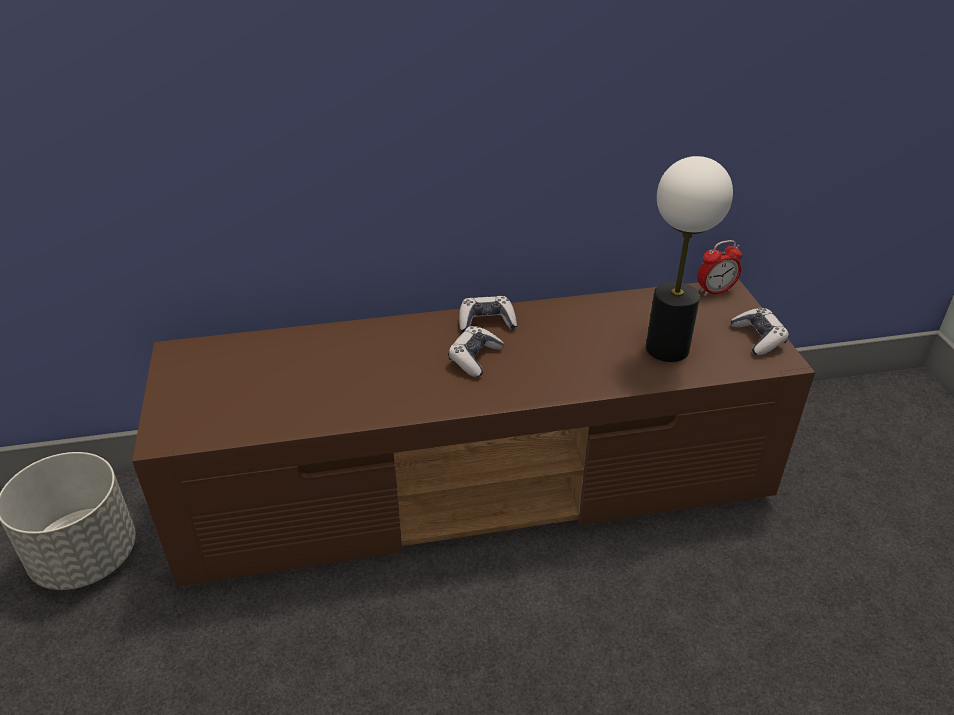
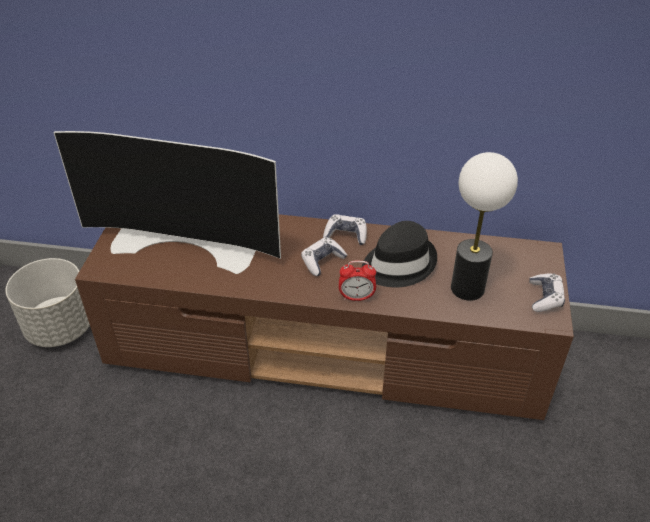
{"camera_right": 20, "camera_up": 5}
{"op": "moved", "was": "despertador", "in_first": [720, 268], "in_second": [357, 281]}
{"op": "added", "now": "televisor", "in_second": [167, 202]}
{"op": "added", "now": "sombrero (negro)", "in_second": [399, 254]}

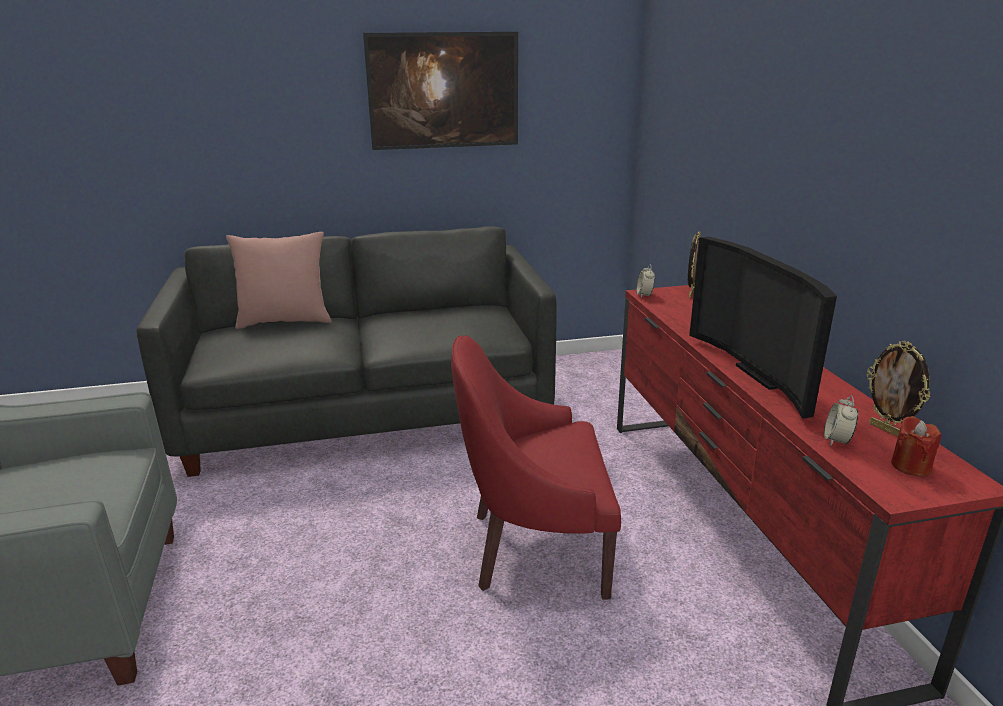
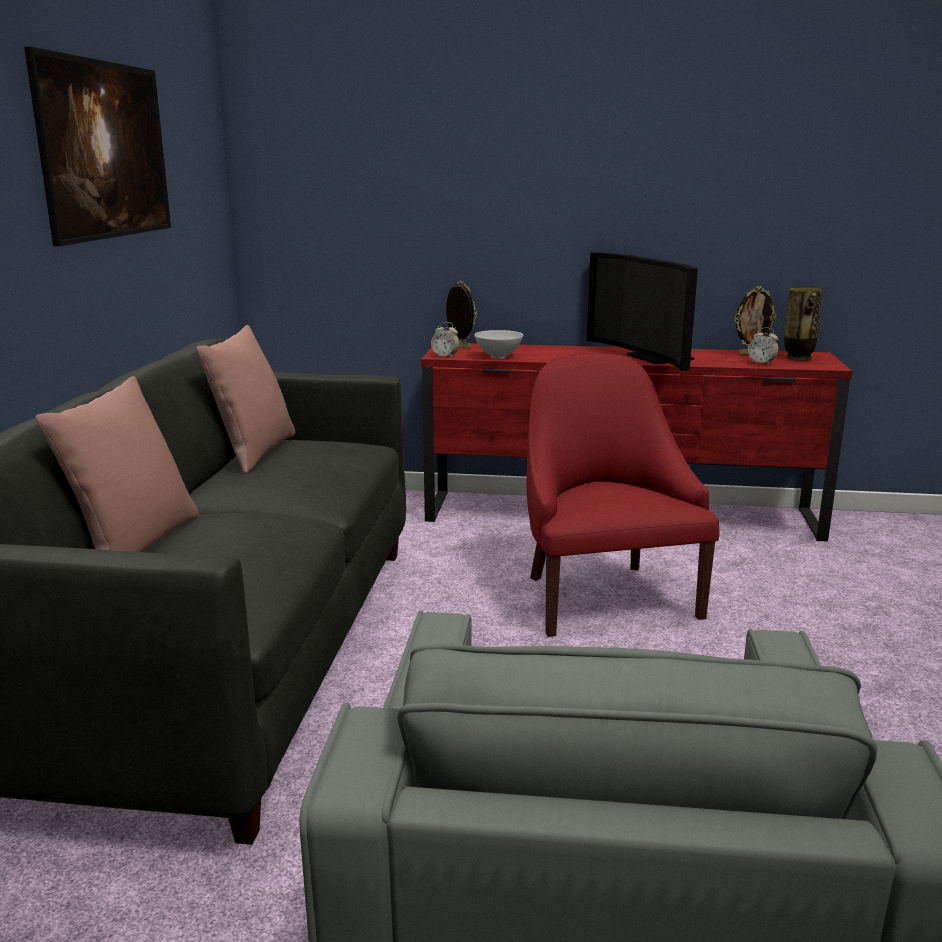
{"camera_right": -70, "camera_up": -5}
{"op": "turned", "was": "televisor", "in_first": [763, 328], "in_second": [642, 311], "clockwise": 60}
{"op": "turned", "was": "sillón (rojo)", "in_first": [536, 467], "in_second": [623, 495], "clockwise": 150}
{"op": "replaced", "was": "vela (rojo)", "now": "florero", "in_first": [916, 446], "in_second": [803, 324]}
{"op": "added", "now": "cojín (rosa)", "in_second": [246, 399]}
{"op": "added", "now": "cuenco (blanco)", "in_second": [499, 344]}

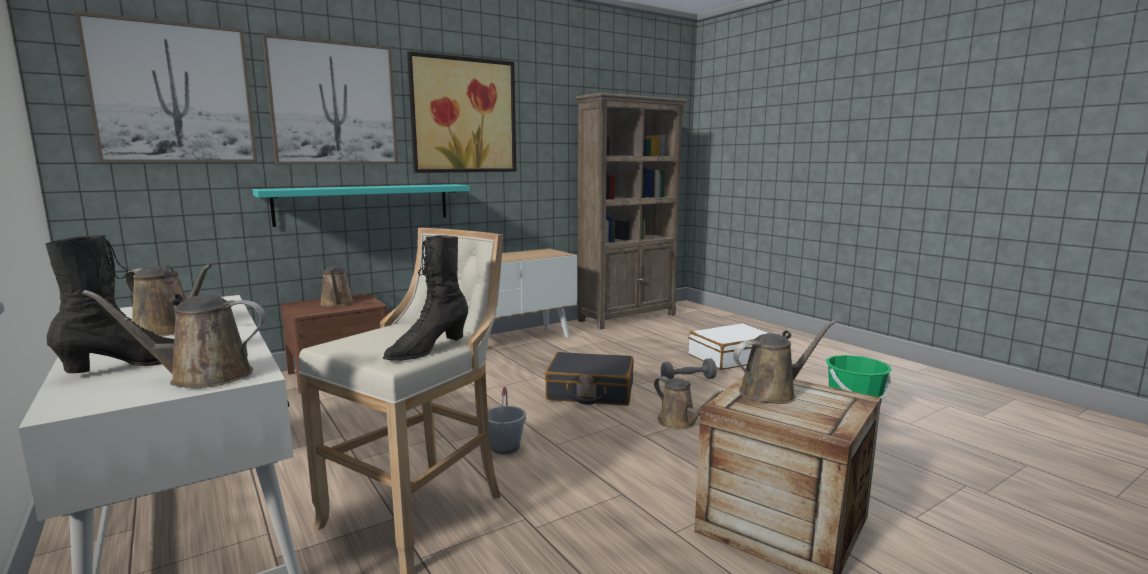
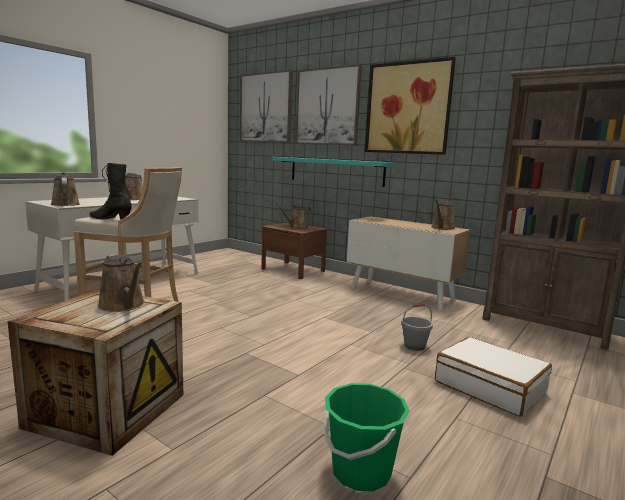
{"camera_right": 70, "camera_up": 0}
{"op": "removed", "was": "bota (negro)", "in_first": [109, 304]}
{"op": "removed", "was": "maleta (negro)", "in_first": [589, 379]}
{"op": "removed", "was": "mancuerna (gris)", "in_first": [689, 368]}
{"op": "moved", "was": "regadera (marrón)", "in_first": [688, 402], "in_second": [443, 215]}
{"op": "moved", "was": "cubo (gris)", "in_first": [507, 420], "in_second": [417, 327]}

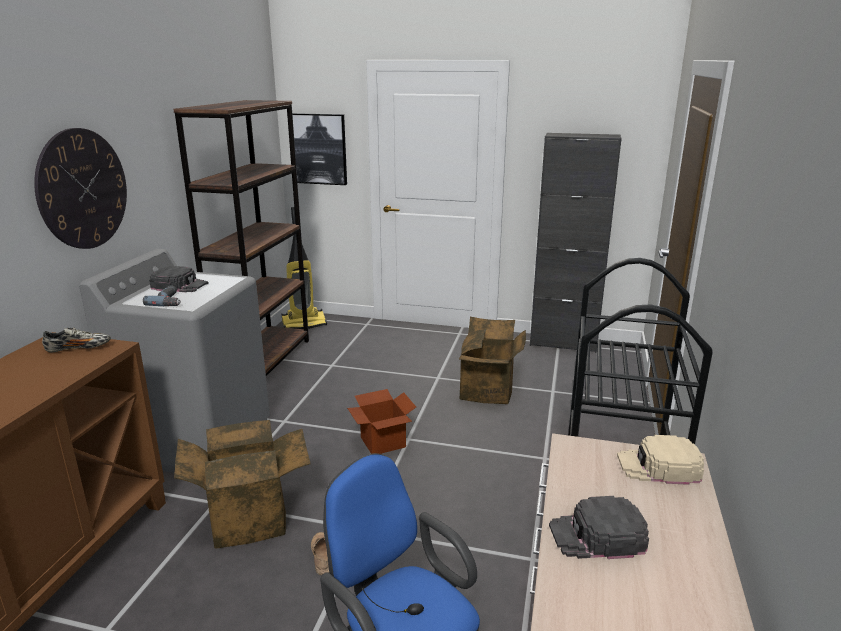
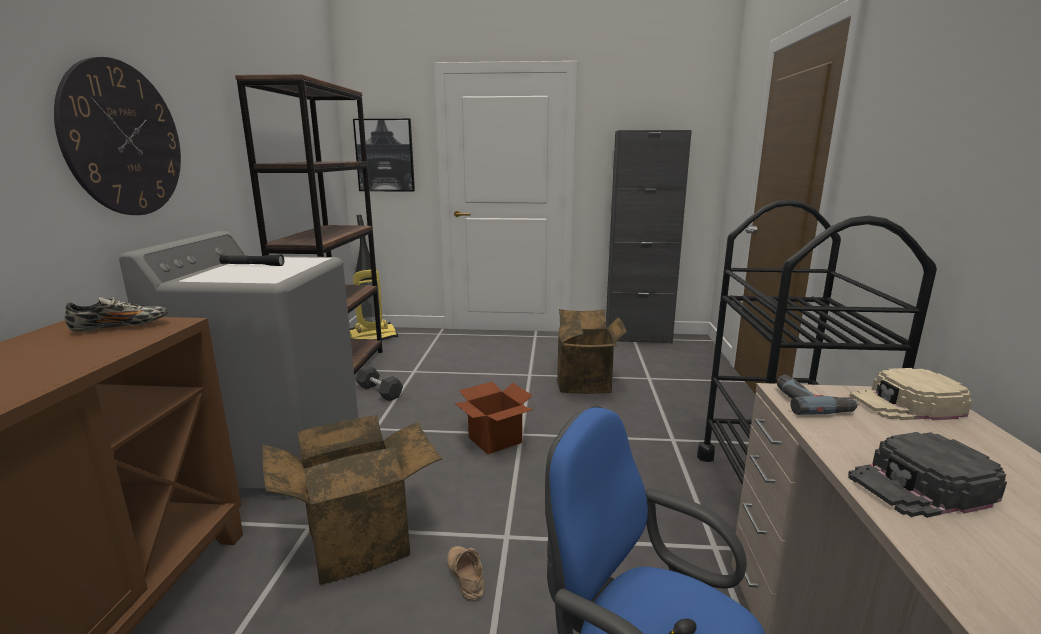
{"camera_right": -10, "camera_up": -5}
{"op": "replaced", "was": "gorra (negro)", "now": "linterna (negro)", "in_first": [178, 279], "in_second": [251, 260]}
{"op": "moved", "was": "taladro", "in_first": [162, 295], "in_second": [817, 395]}
{"op": "added", "now": "mancuerna (gris)", "in_second": [379, 383]}

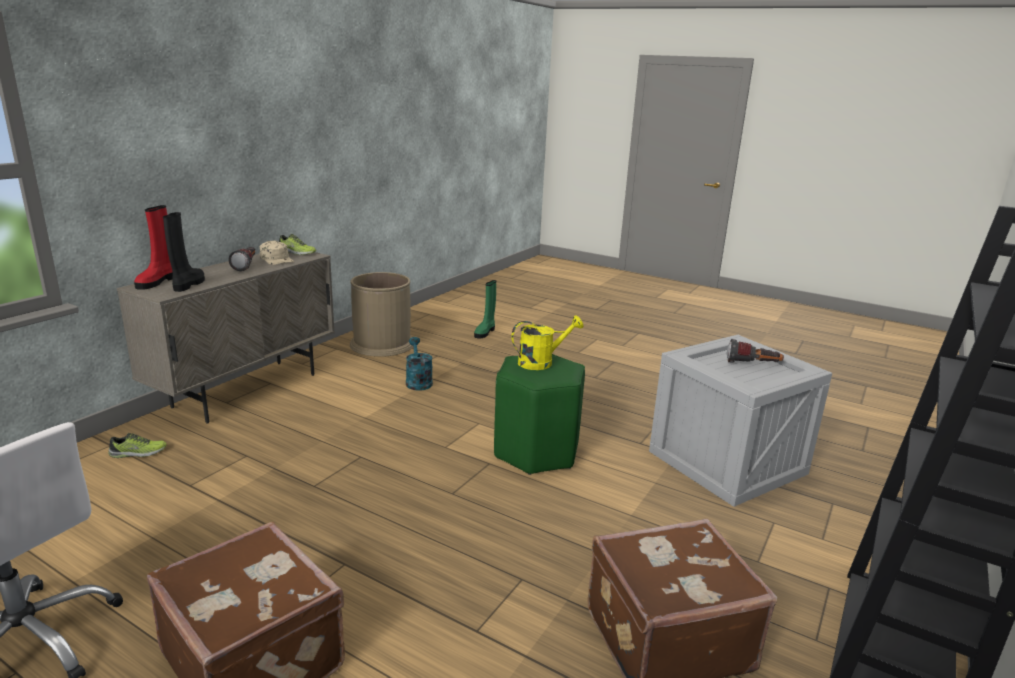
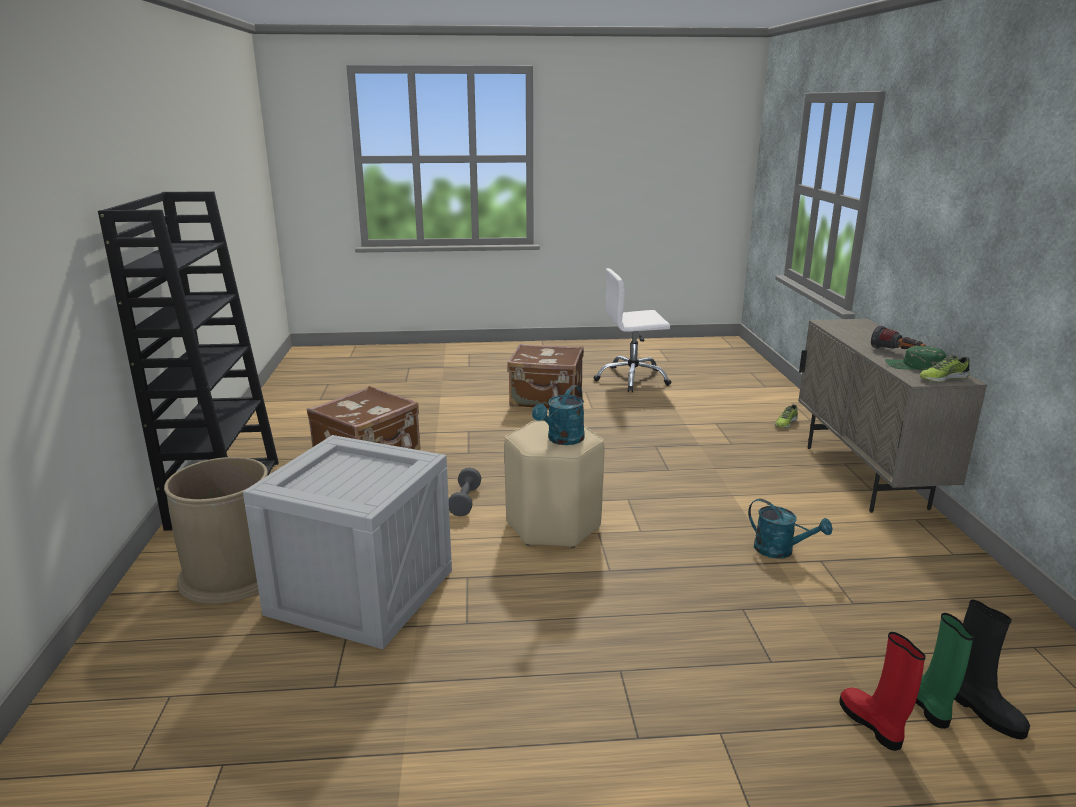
{"camera_right": 145, "camera_up": 0}
{"op": "moved", "was": "bota (rojo)", "in_first": [153, 247], "in_second": [882, 691]}
{"op": "moved", "was": "bota (negro)", "in_first": [184, 252], "in_second": [992, 670]}
{"op": "recoloured", "was": "gorra (beis)", "now": "gorra (verde)", "in_first": [277, 253], "in_second": [916, 358]}
{"op": "moved", "was": "papelera (marrón)", "in_first": [381, 314], "in_second": [216, 530]}
{"op": "recoloured", "was": "regadera (amarillo)", "now": "regadera (turquesa)", "in_first": [547, 342], "in_second": [558, 415]}
{"op": "removed", "was": "linterna", "in_first": [755, 351]}
{"op": "recoloured", "was": "taburete (verde)", "now": "taburete (beis)", "in_first": [539, 414], "in_second": [554, 484]}
{"op": "added", "now": "mancuerna (gris)", "in_second": [465, 492]}

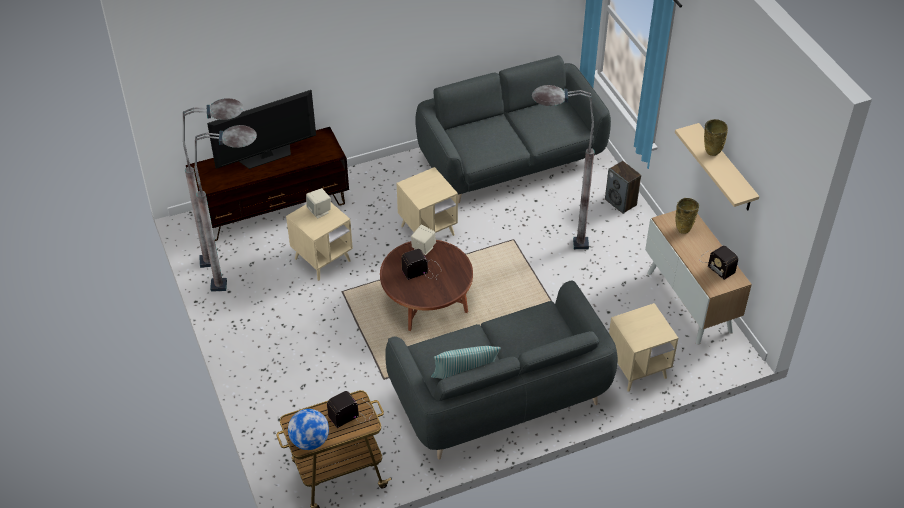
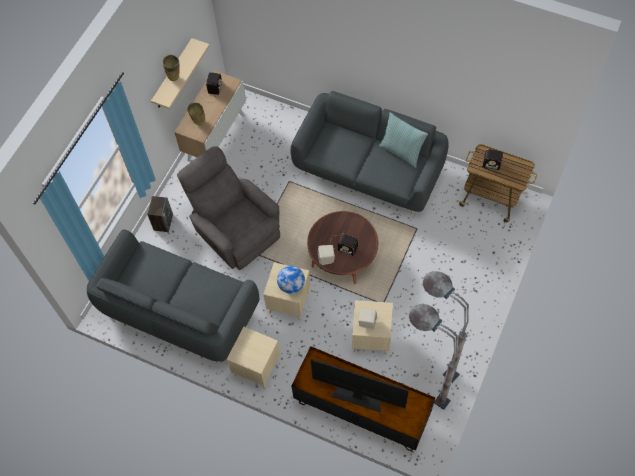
{"camera_right": -130, "camera_up": 15}
{"op": "replaced", "was": "lámpara de pie (gris)", "now": "sillón (gris)", "in_first": [563, 167], "in_second": [228, 208]}
{"op": "moved", "was": "mesa auxiliar (beis)", "in_first": [643, 347], "in_second": [253, 358]}
{"op": "moved", "was": "globo terráqueo", "in_first": [308, 429], "in_second": [291, 280]}

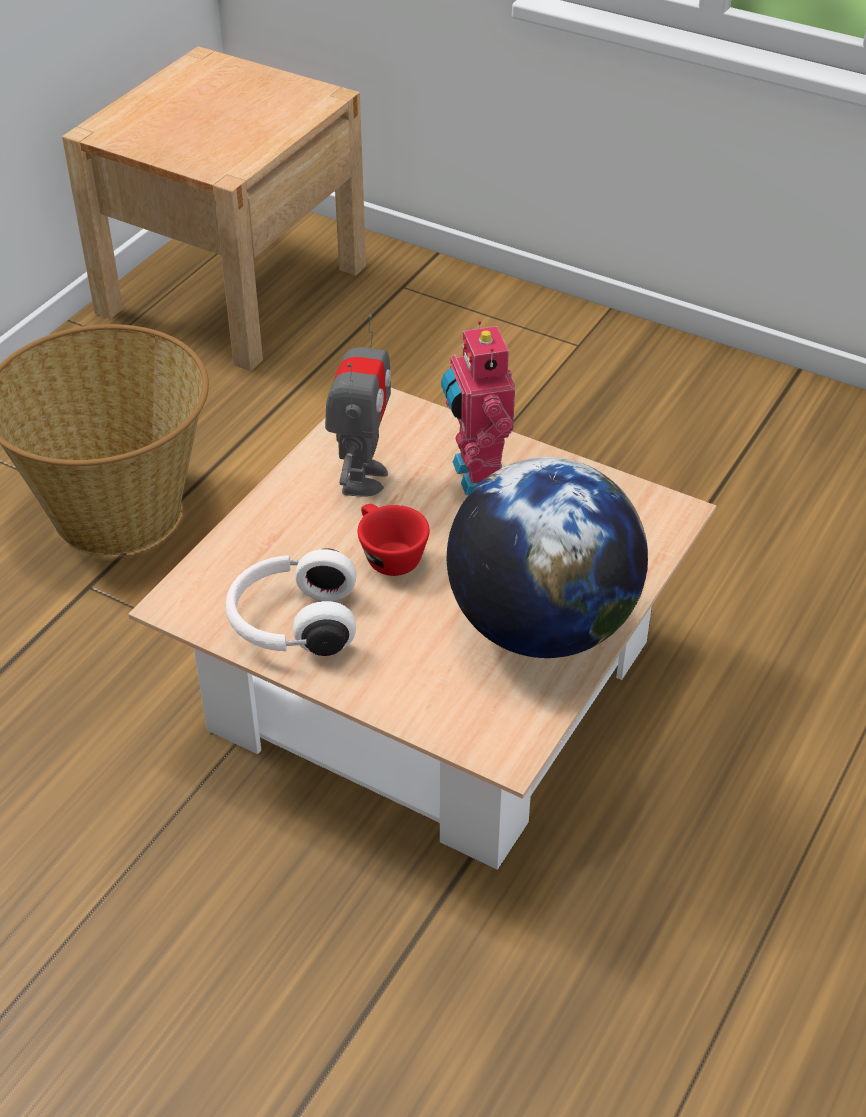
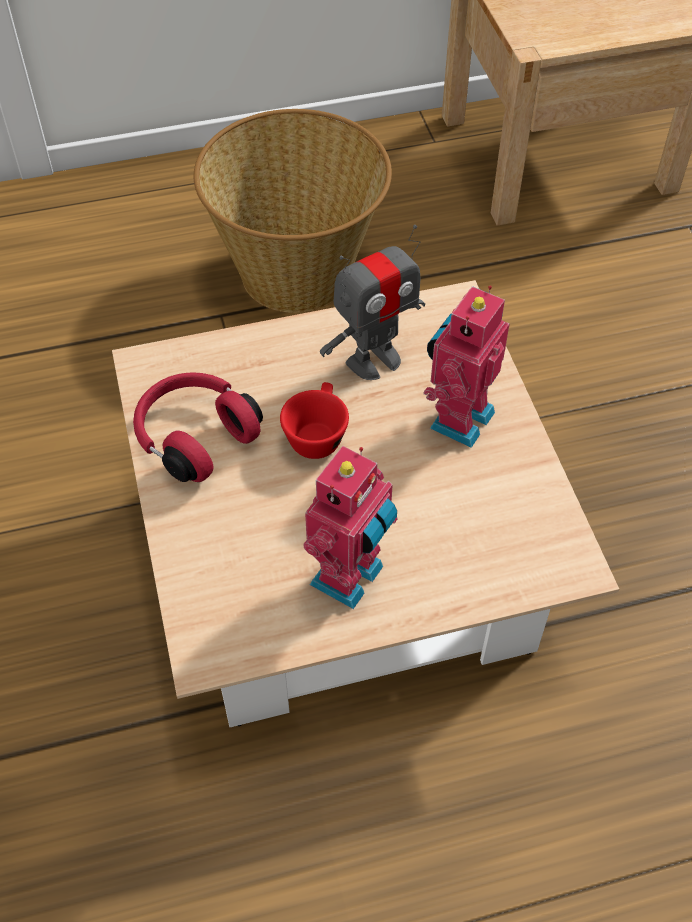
{"camera_right": 45, "camera_up": 10}
{"op": "replaced", "was": "globo terráqueo", "now": "robot de juguete", "in_first": [547, 557], "in_second": [350, 527]}
{"op": "recoloured", "was": "auriculares (blanco)", "now": "auriculares (rojo)", "in_first": [291, 602], "in_second": [198, 427]}

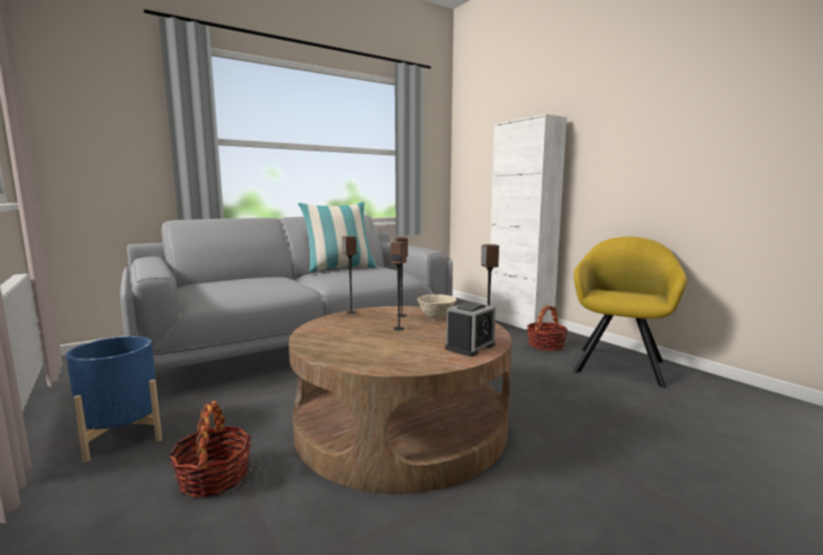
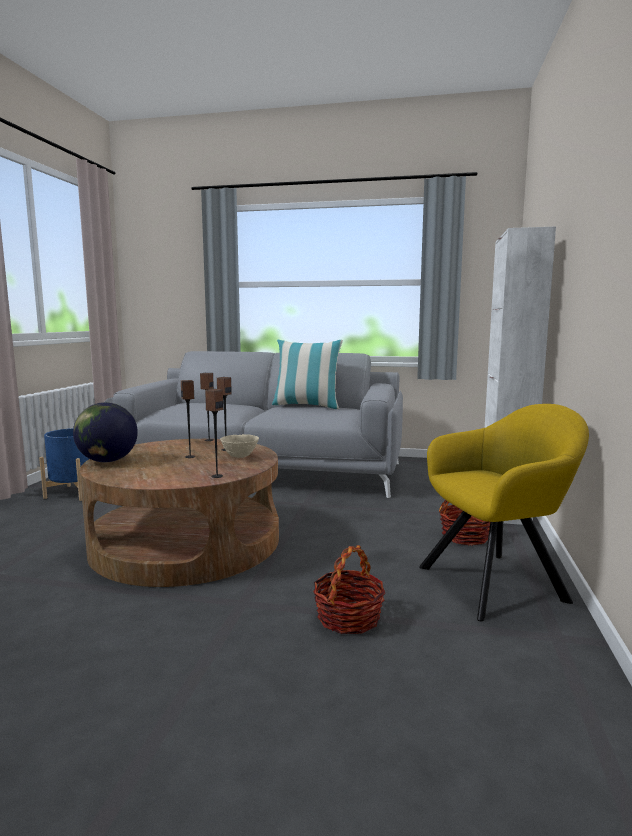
{"camera_right": 45, "camera_up": 0}
{"op": "removed", "was": "despertador", "in_first": [470, 329]}
{"op": "moved", "was": "cesta", "in_first": [209, 449], "in_second": [349, 589]}
{"op": "added", "now": "globo terráqueo", "in_second": [105, 432]}

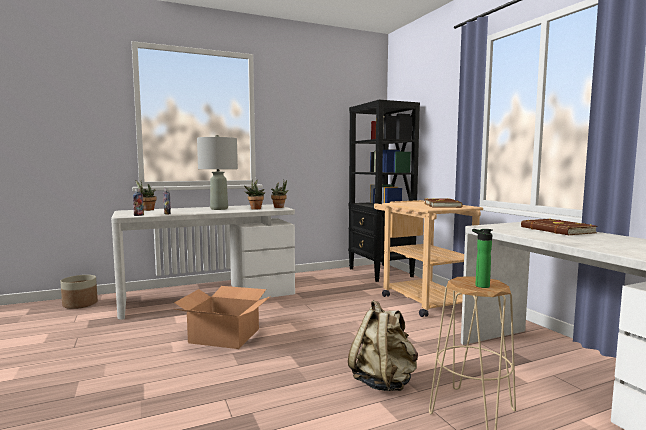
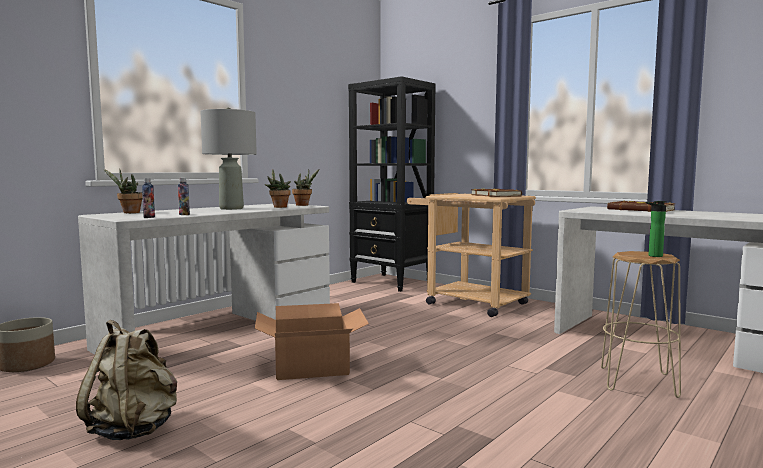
{"camera_right": -25, "camera_up": 0}
{"op": "moved", "was": "mochila (beis)", "in_first": [383, 345], "in_second": [127, 380]}

